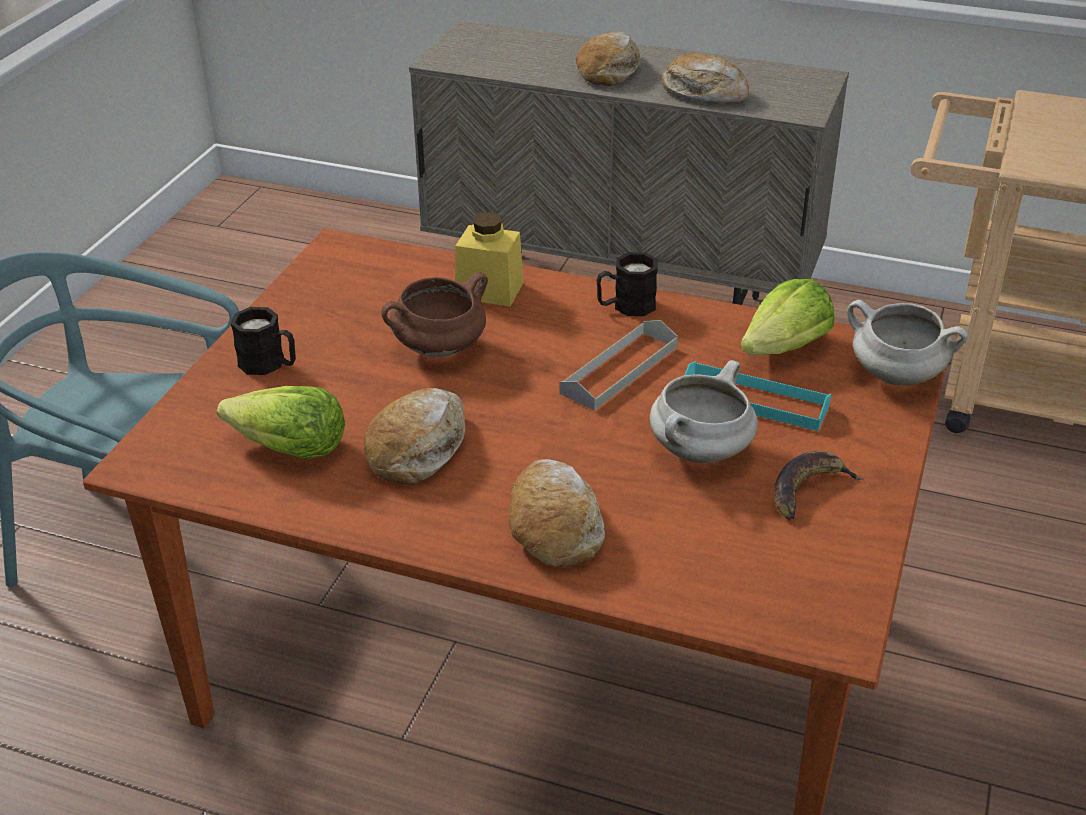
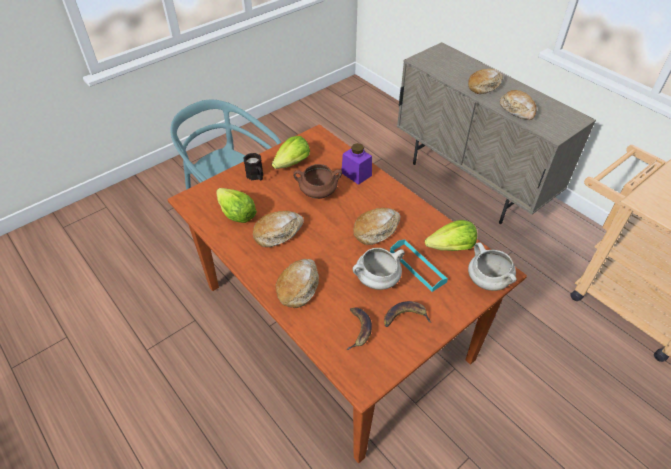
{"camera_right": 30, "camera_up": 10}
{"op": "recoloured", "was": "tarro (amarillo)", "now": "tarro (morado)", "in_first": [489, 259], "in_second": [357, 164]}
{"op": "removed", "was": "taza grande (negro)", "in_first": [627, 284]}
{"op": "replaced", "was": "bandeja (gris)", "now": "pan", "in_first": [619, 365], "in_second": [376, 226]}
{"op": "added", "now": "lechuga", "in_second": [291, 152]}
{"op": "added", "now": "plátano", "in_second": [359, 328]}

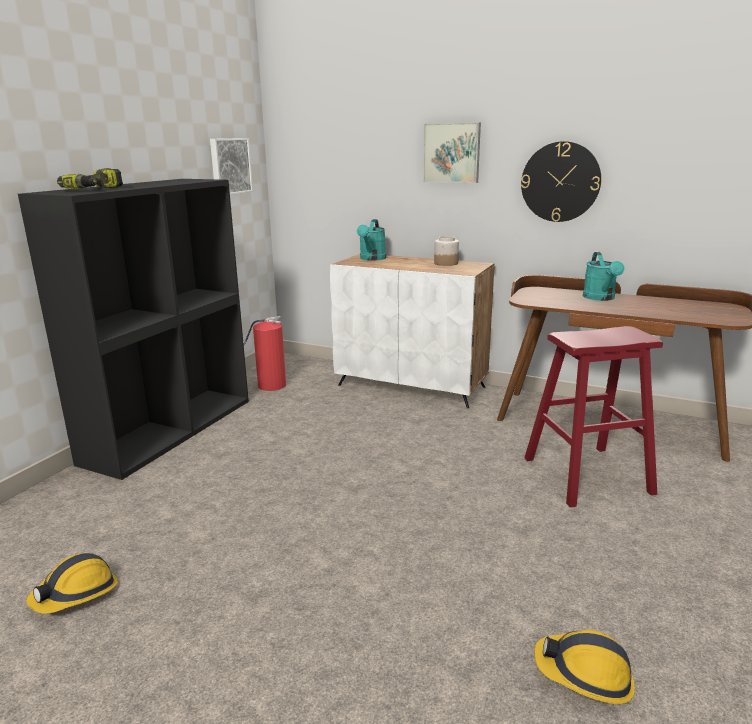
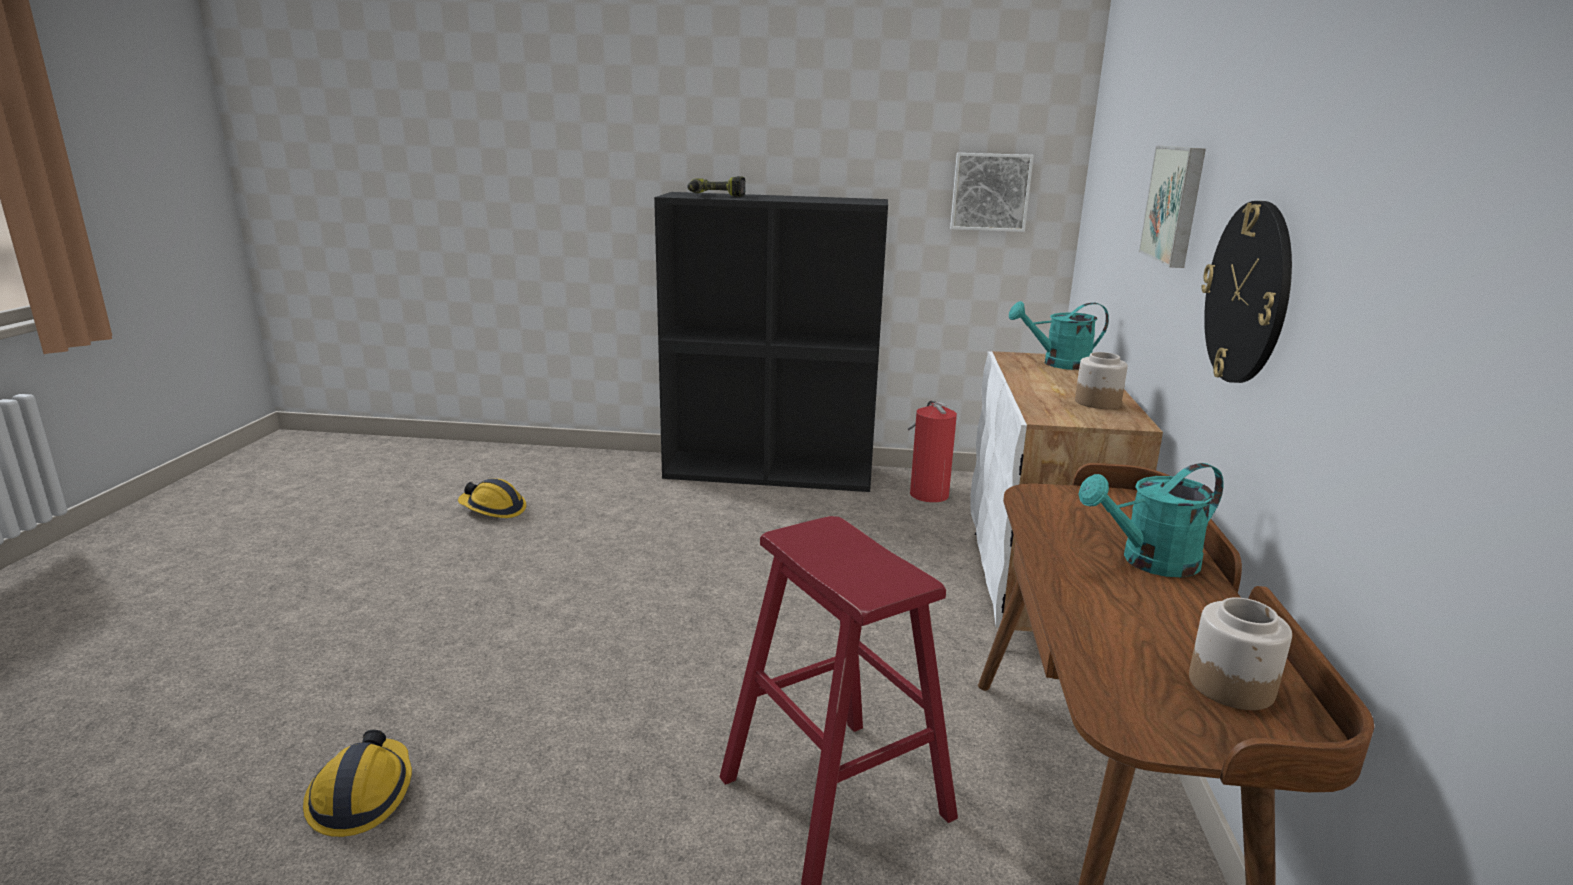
{"camera_right": 70, "camera_up": 0}
{"op": "added", "now": "tarro", "in_second": [1240, 653]}

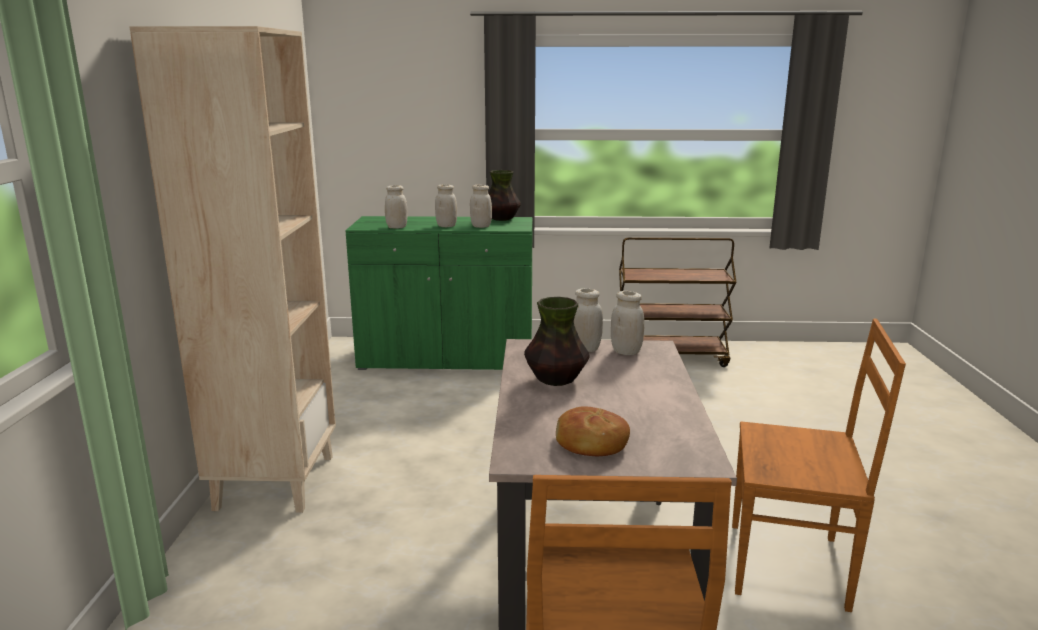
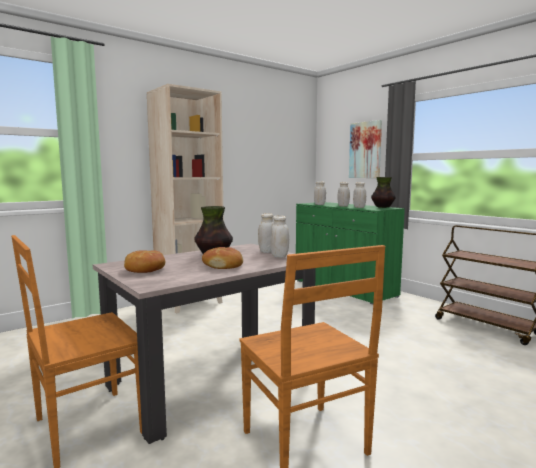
{"camera_right": 50, "camera_up": -10}
{"op": "added", "now": "cuadro", "in_second": [365, 149]}
{"op": "added", "now": "pan", "in_second": [222, 258]}

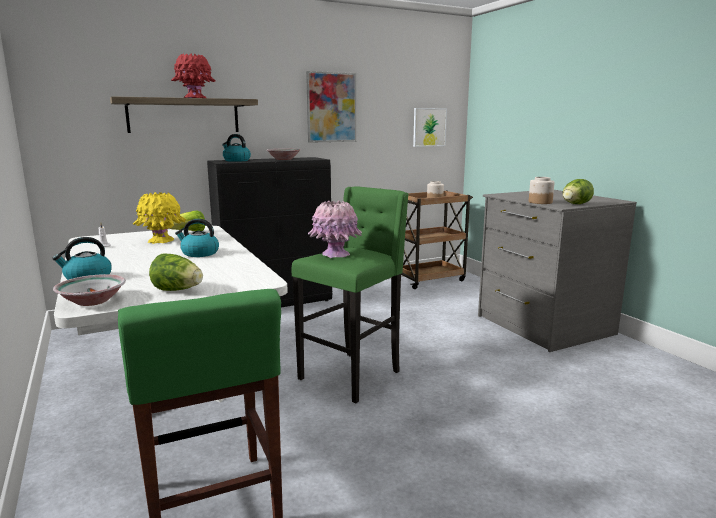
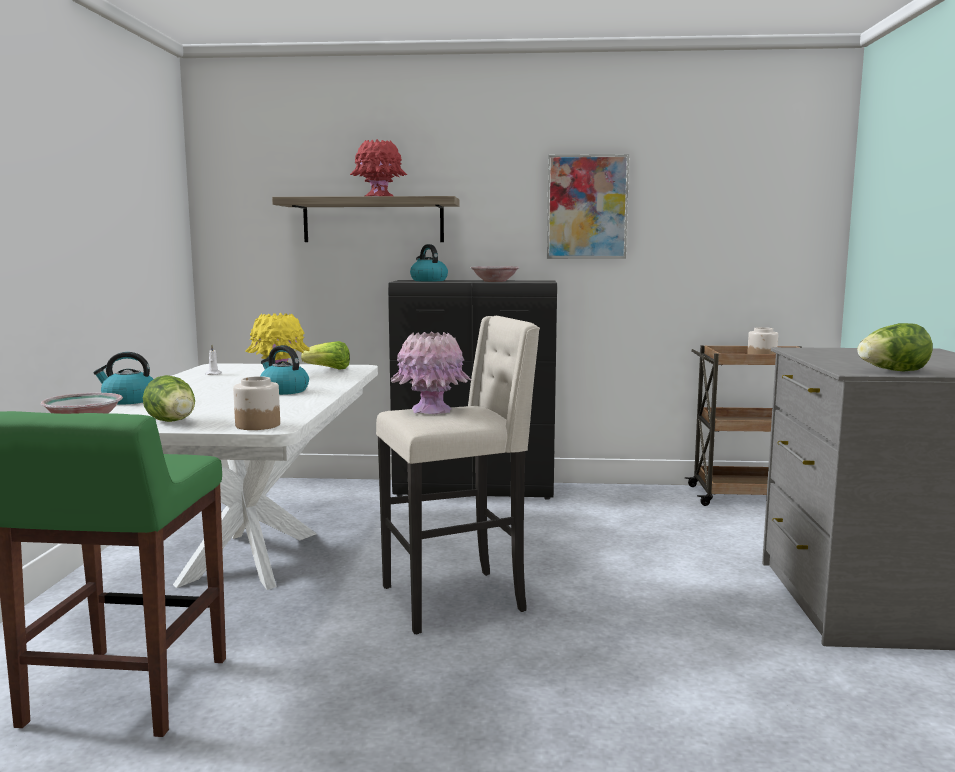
{"camera_right": 30, "camera_up": -5}
{"op": "removed", "was": "cuadro", "in_first": [430, 127]}
{"op": "moved", "was": "tarro", "in_first": [541, 190], "in_second": [256, 403]}
{"op": "recoloured", "was": "taburete (verde)", "now": "taburete (beis)", "in_first": [350, 294], "in_second": [458, 475]}

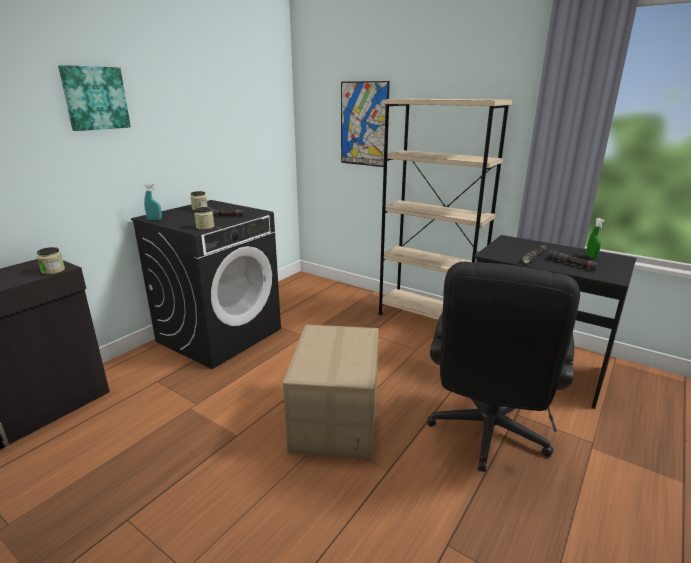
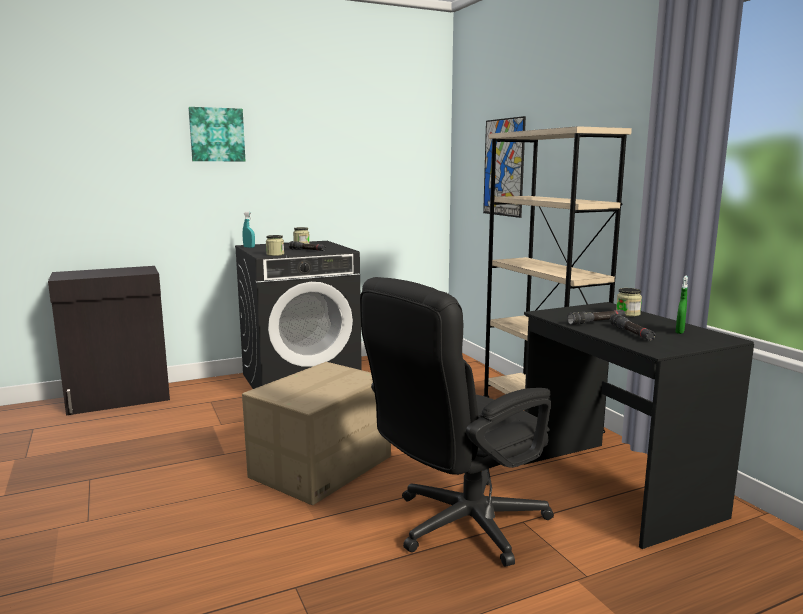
{"camera_right": 30, "camera_up": -10}
{"op": "moved", "was": "tarro", "in_first": [51, 260], "in_second": [629, 302]}

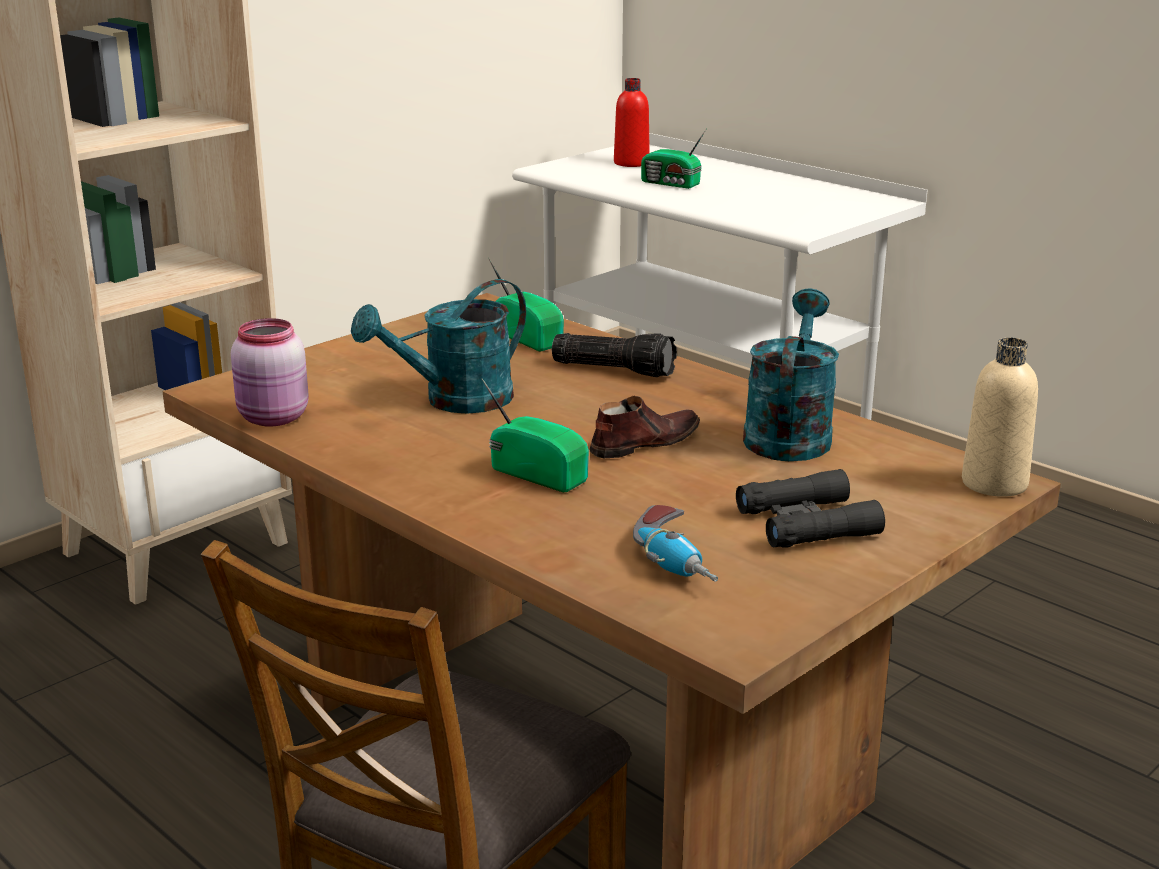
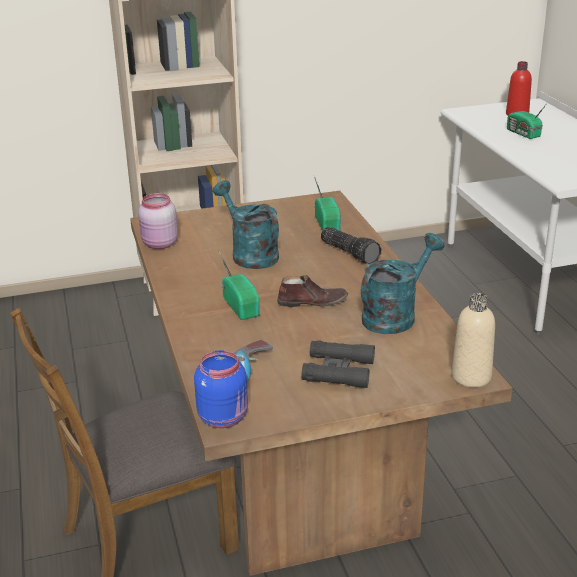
{"camera_right": 30, "camera_up": 5}
{"op": "turned", "was": "regadera (turquesa)", "in_first": [438, 346], "in_second": [246, 224], "clockwise": 60}
{"op": "added", "now": "tarro (azul)", "in_second": [221, 389]}

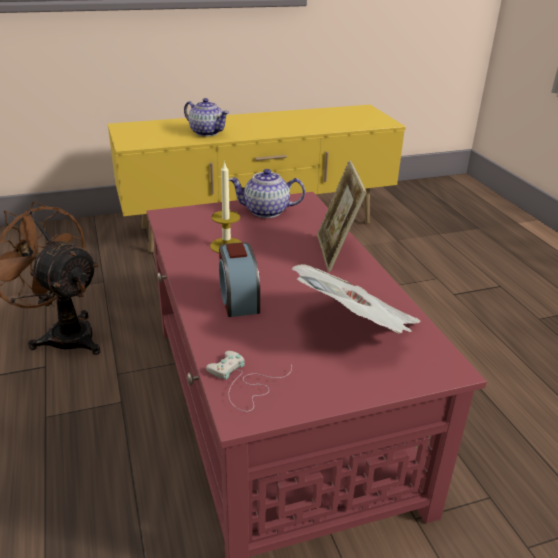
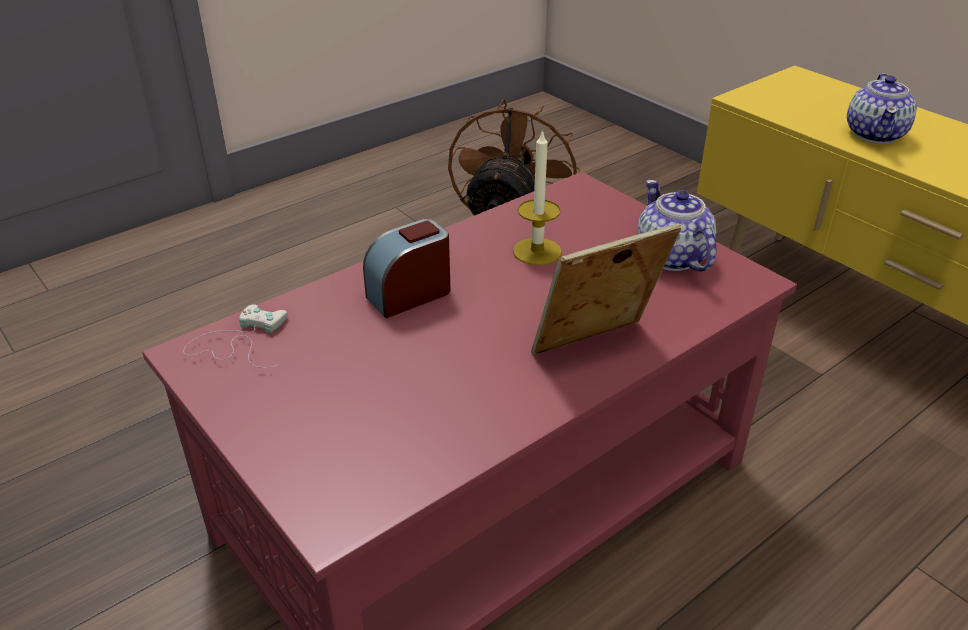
{"camera_right": 70, "camera_up": 5}
{"op": "removed", "was": "periódico", "in_first": [356, 299]}

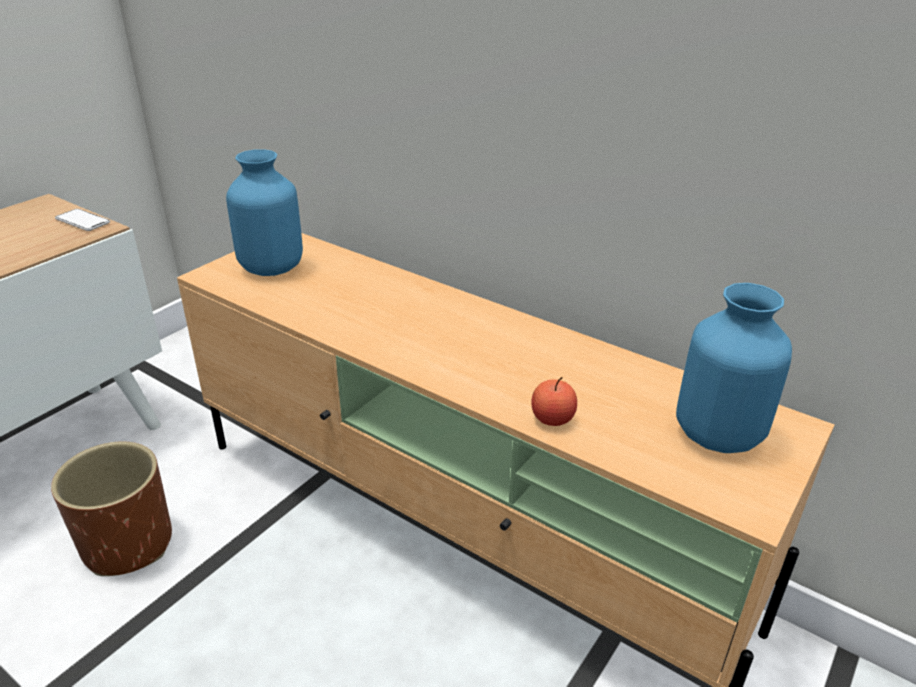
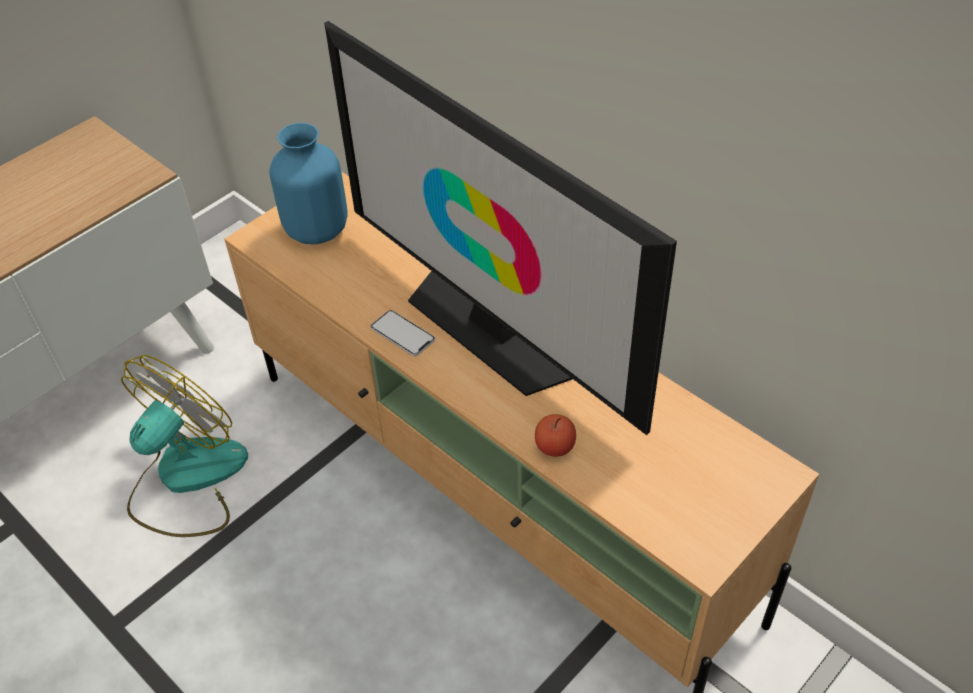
{"camera_right": 10, "camera_up": 15}
{"op": "moved", "was": "móvil", "in_first": [82, 220], "in_second": [402, 333]}
{"op": "removed", "was": "florero (azul)", "in_first": [734, 368]}
{"op": "replaced", "was": "maceta (marrón)", "now": "ventilador", "in_first": [111, 508], "in_second": [184, 446]}
{"op": "added", "now": "televisor", "in_second": [500, 228]}

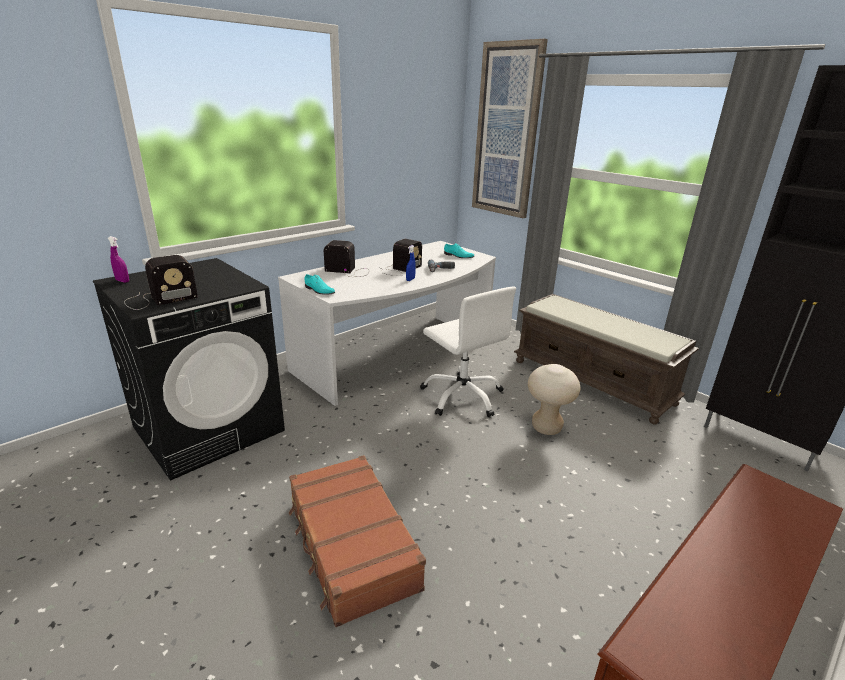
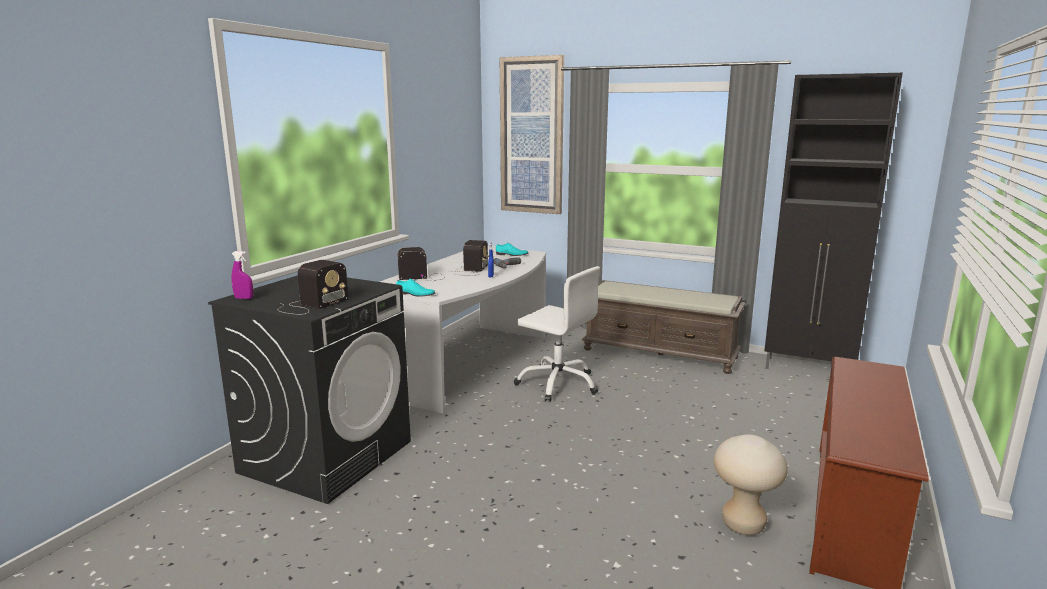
{"camera_right": -20, "camera_up": -10}
{"op": "moved", "was": "taburete (beis)", "in_first": [554, 399], "in_second": [751, 484]}
{"op": "removed", "was": "maleta (marrón)", "in_first": [357, 541]}

